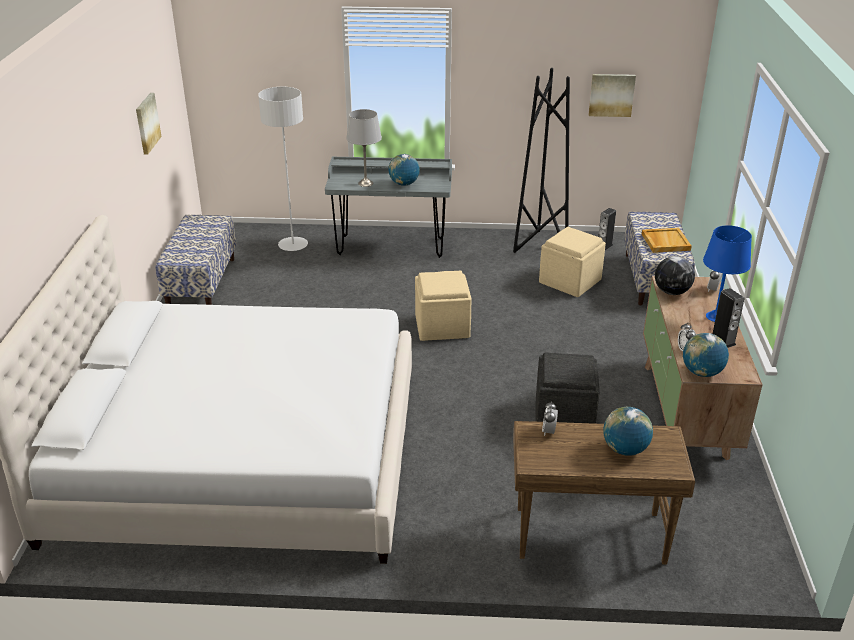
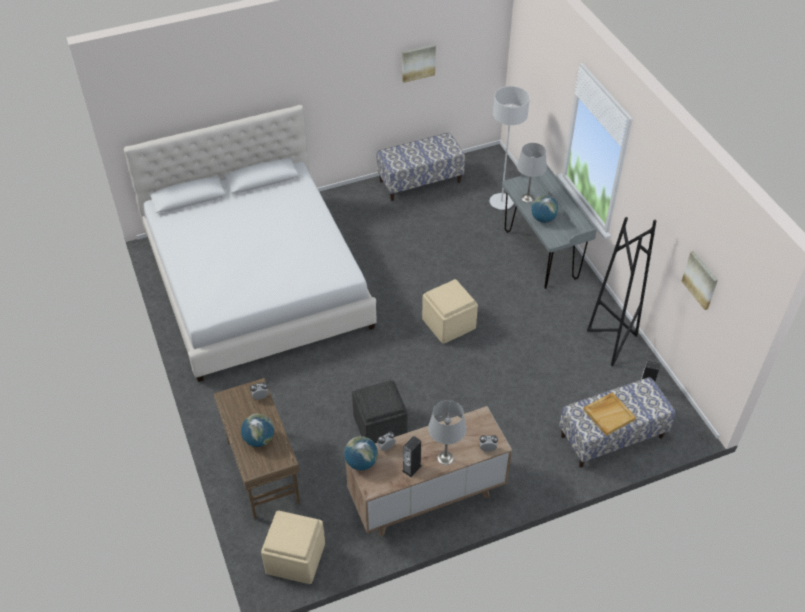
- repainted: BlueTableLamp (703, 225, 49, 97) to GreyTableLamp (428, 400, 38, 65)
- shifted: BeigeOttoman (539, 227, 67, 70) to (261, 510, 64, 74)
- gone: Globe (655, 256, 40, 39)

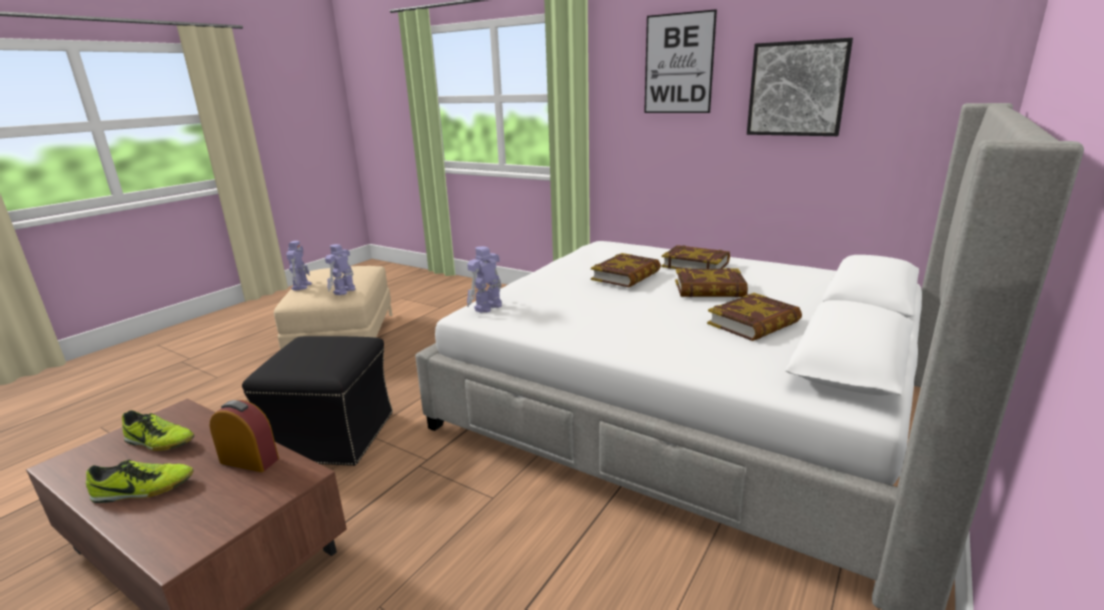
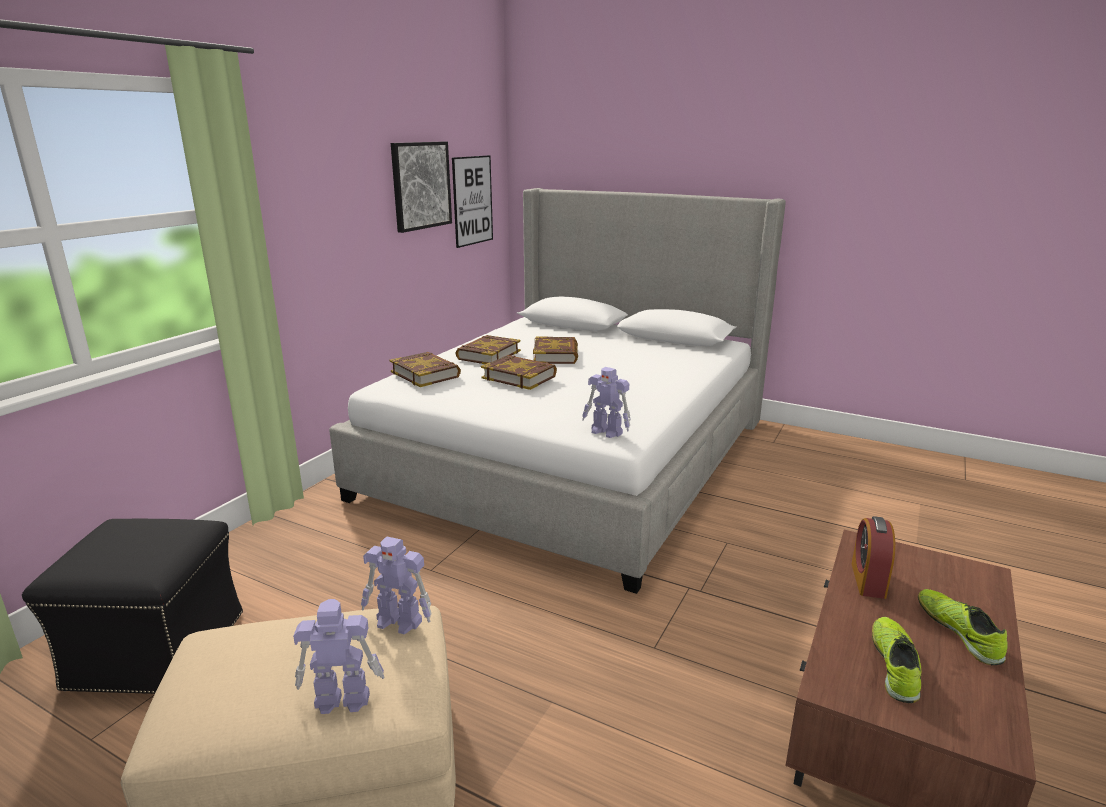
- shifted: Picture (644, 9, 73, 104) to (452, 155, 41, 93)
- shifted: Book (707, 293, 95, 48) to (390, 352, 71, 35)
- shifted: BlackOttoman (242, 336, 151, 130) to (22, 519, 221, 175)

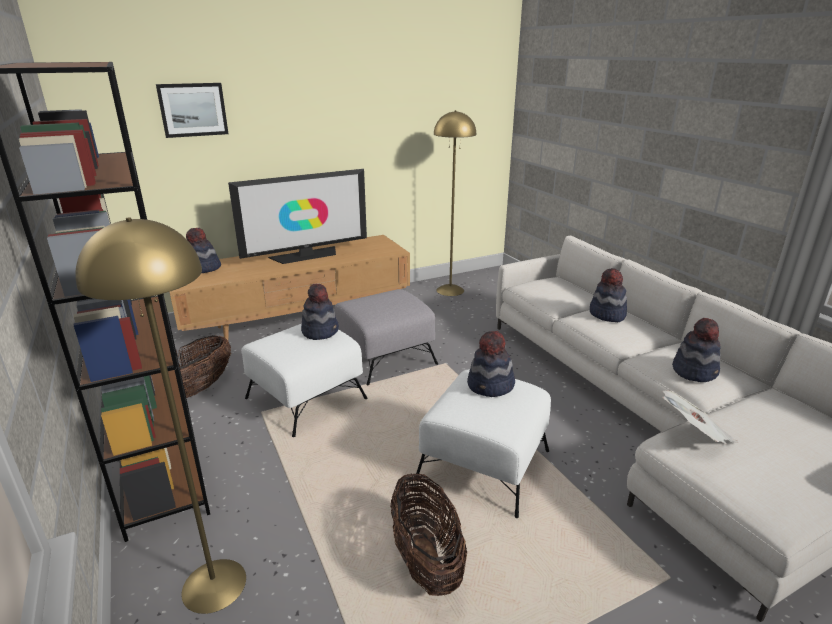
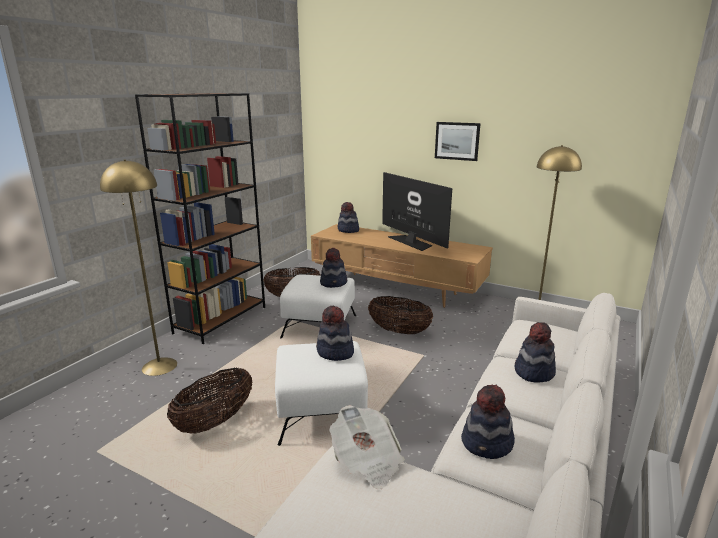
- shifted: Picture (156, 83, 73, 55) to (435, 122, 46, 39)
- rotated: Television (228, 169, 139, 95) = (382, 172, 70, 79) 150 degrees counterclockwise
- swapped: GreyOttoman (334, 289, 104, 96) to Basket (368, 296, 65, 38)

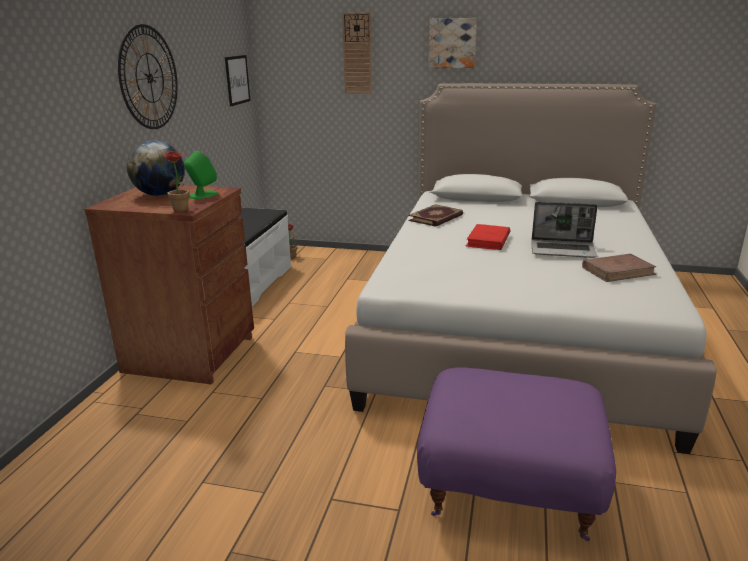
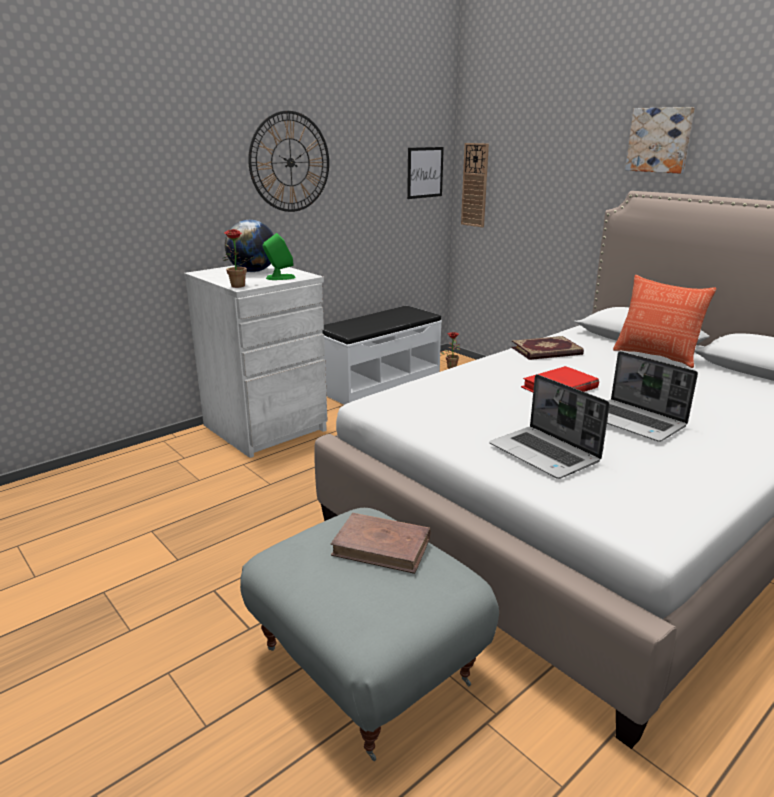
- shifted: WallClock (342, 12, 30, 82) to (461, 143, 28, 84)
- repainted: BrownDresser (84, 185, 170, 199) to WhiteDresser (184, 264, 144, 194)
- shifted: BrownBook (582, 254, 74, 28) to (330, 513, 101, 61)
- repainted: PurpleOttoman (417, 367, 199, 174) to GreyOttoman (240, 508, 259, 253)
- new: OrangePillow (613, 275, 103, 93)
- new: Laptop (489, 374, 121, 105)

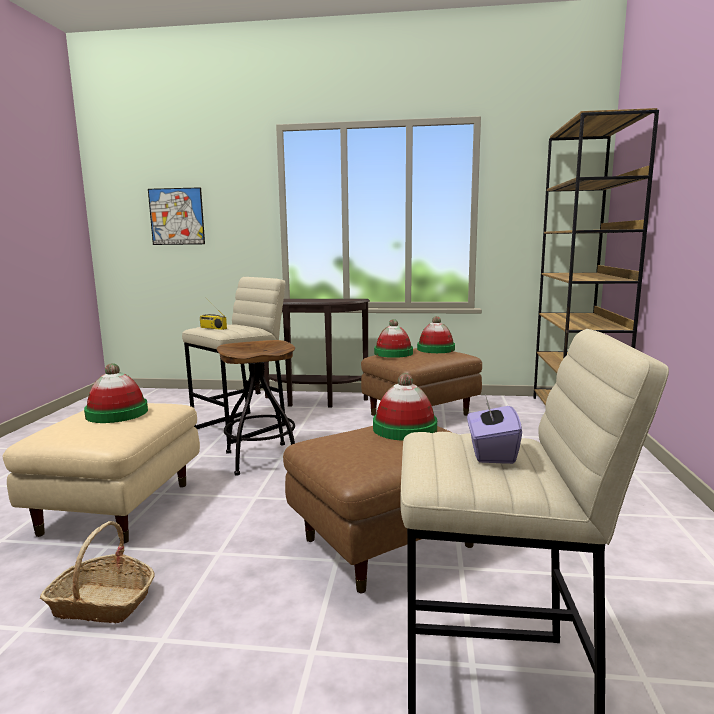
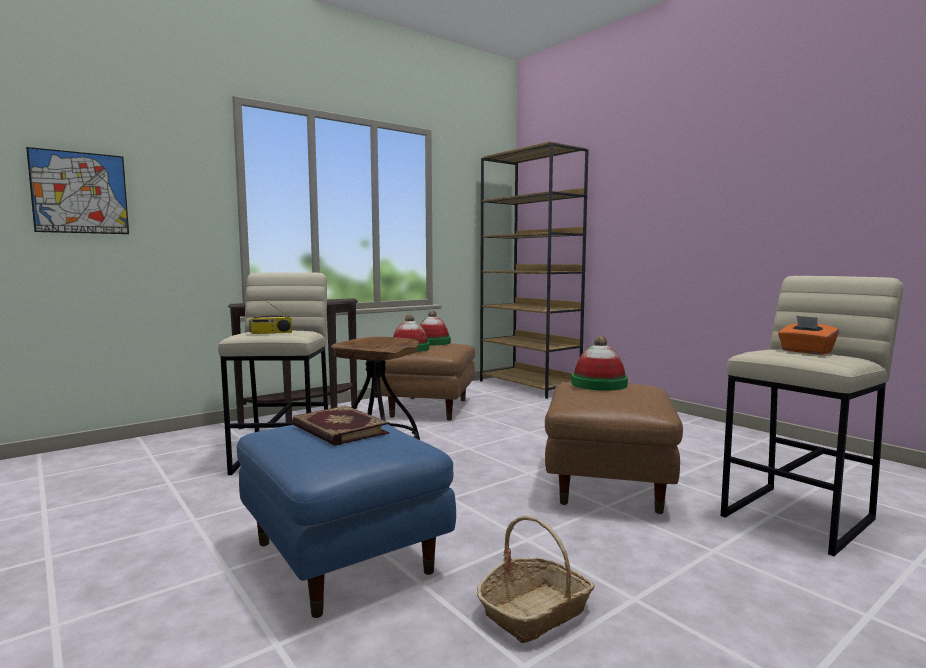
- swapped: Hat (84, 363, 64, 60) to Book (292, 405, 97, 41)
- repainted: PurpleTissueBox (467, 394, 55, 70) to OrangeTissueBox (778, 315, 61, 40)
- repainted: BeigeOttoman (3, 403, 197, 141) to BlueOttoman (237, 424, 219, 194)

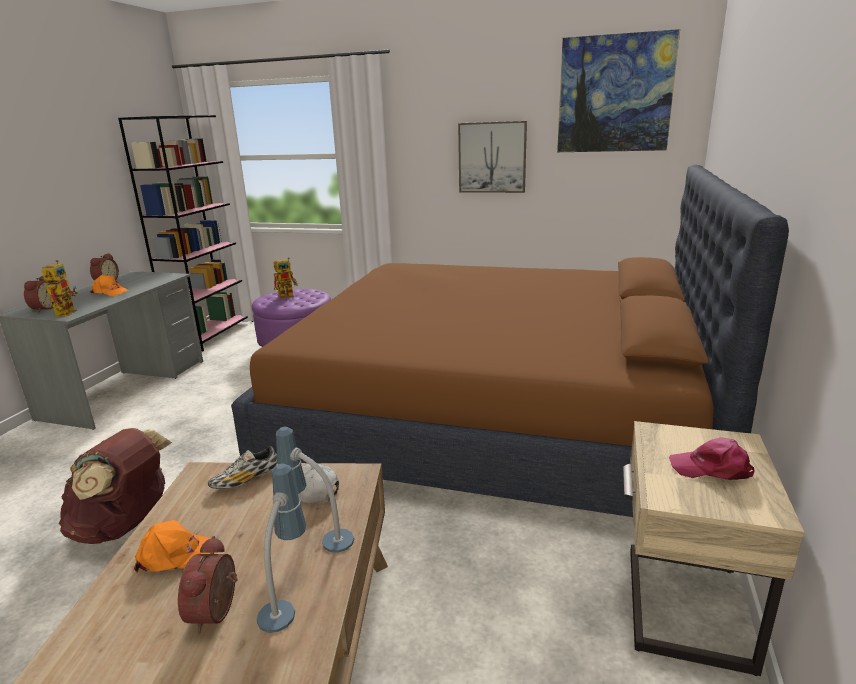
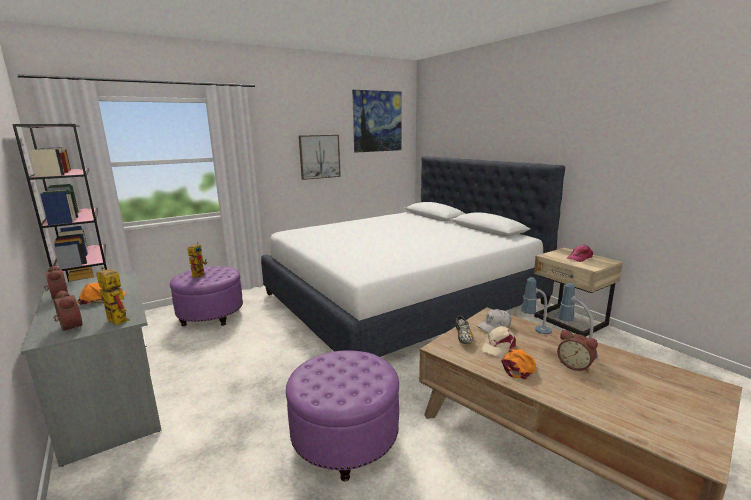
- repainted: BrownBed (231, 165, 558, 352) to WhiteBed (261, 156, 304, 201)
- swapped: BrownBackpack (59, 428, 113, 116) to PurpleOttoman (286, 351, 113, 130)
- new: BeigeCap (481, 326, 35, 31)

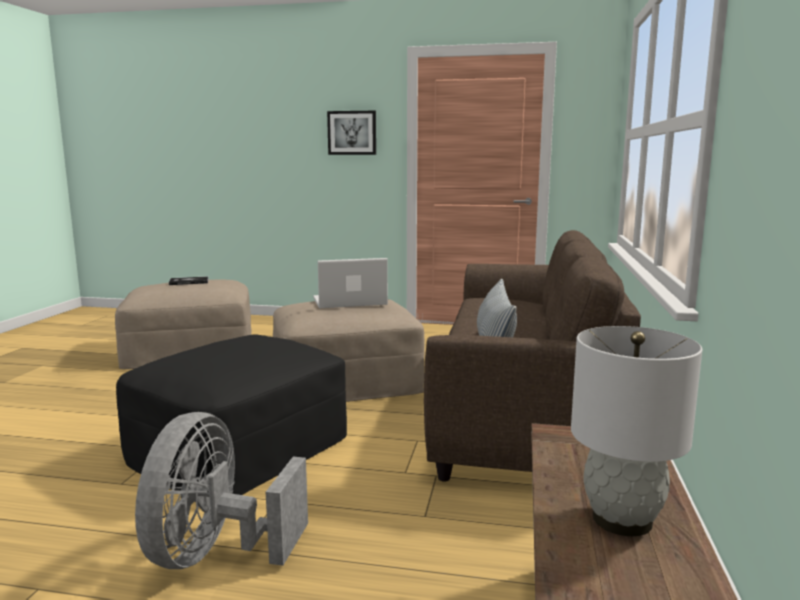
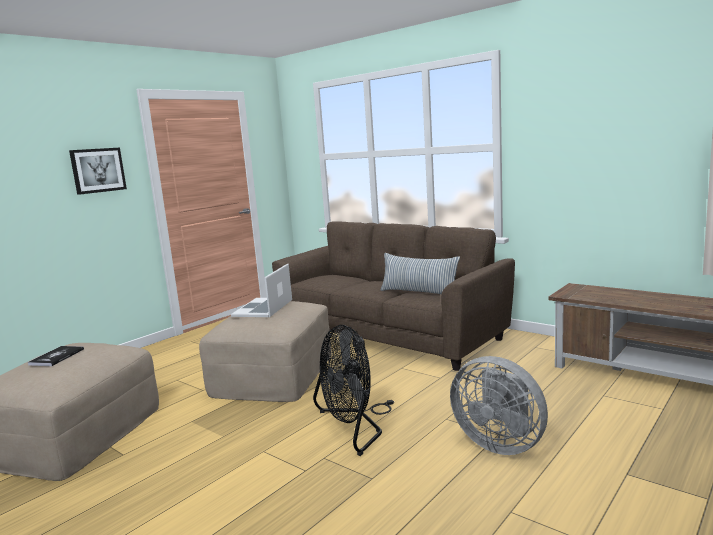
- gone: WhiteTableLamp (571, 326, 131, 210)
- swapped: BlackOttoman (116, 335, 231, 160) to BlackFan (313, 325, 82, 131)

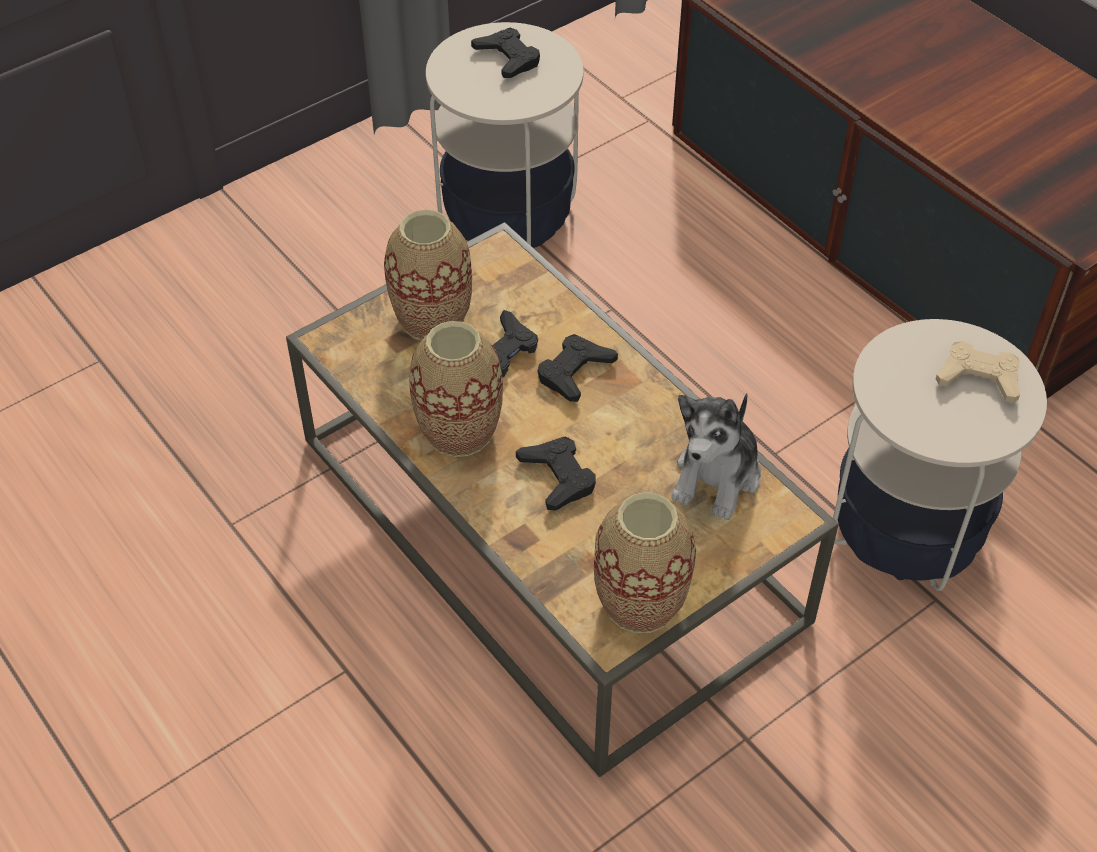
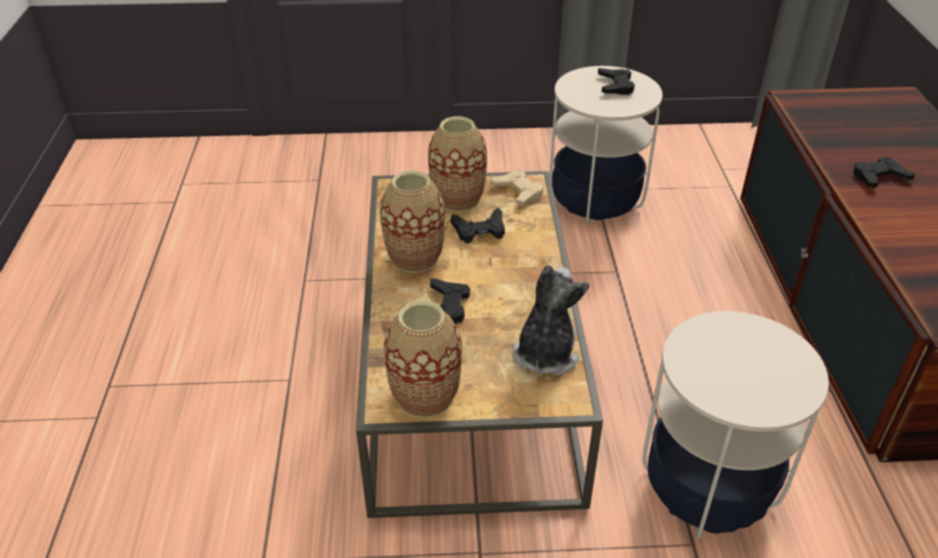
- shifted: BlackGameController (538, 334, 80, 68) to (853, 157, 62, 31)
- shifted: BeigeGameController (936, 341, 84, 62) to (490, 170, 54, 35)
- rotated: PlushToy (671, 393, 90, 127) = (513, 265, 76, 110) 135 degrees clockwise

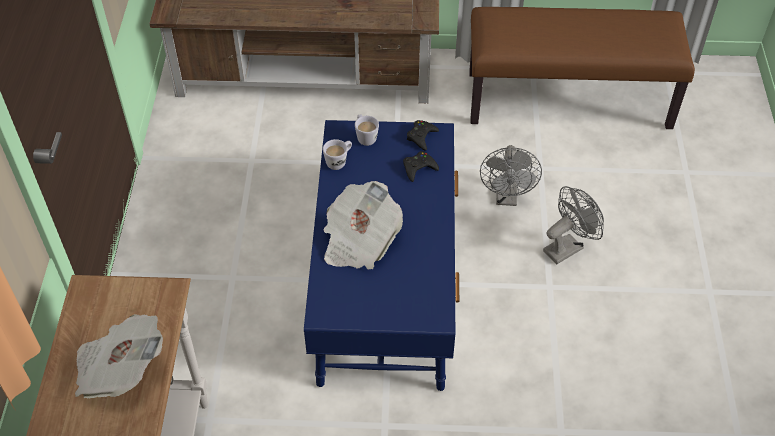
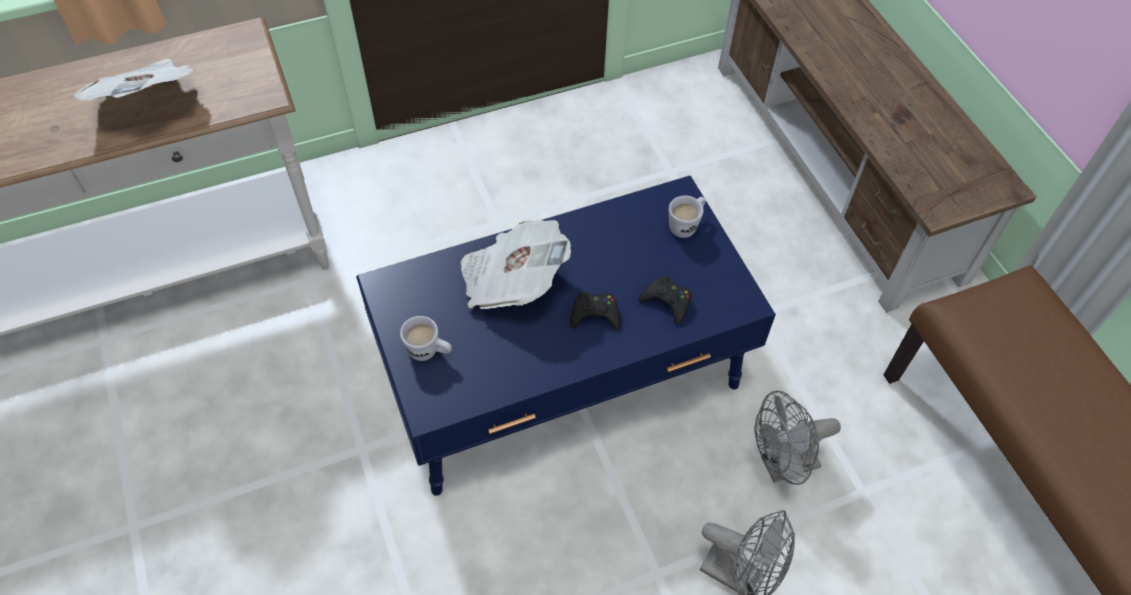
- shifted: BlackGameController (407, 120, 32, 31) to (570, 292, 51, 38)
- shifted: WhiteMug (323, 139, 29, 31) to (400, 316, 52, 45)

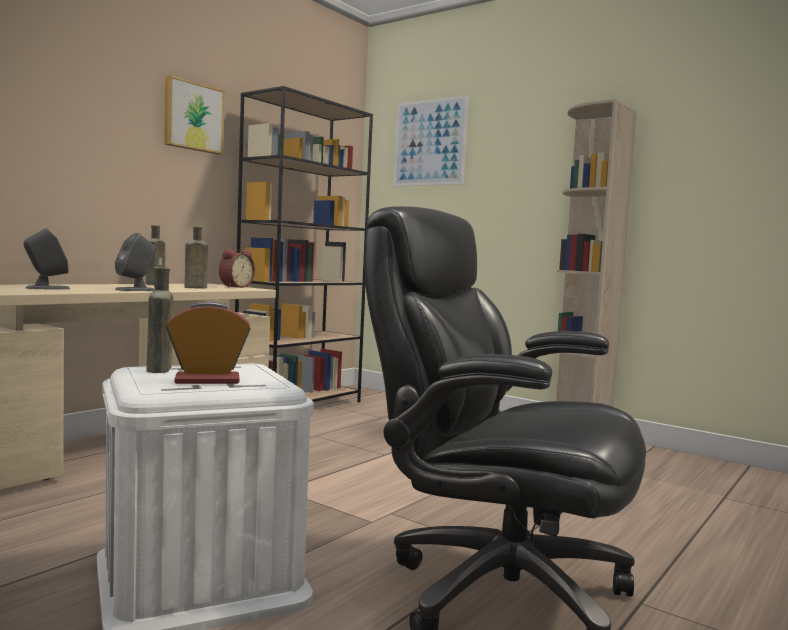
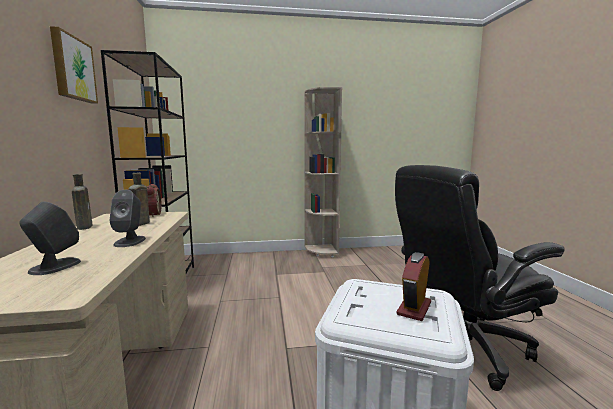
- gone: Picture (394, 95, 75, 91)
- gone: BrownBottle (146, 267, 27, 106)

